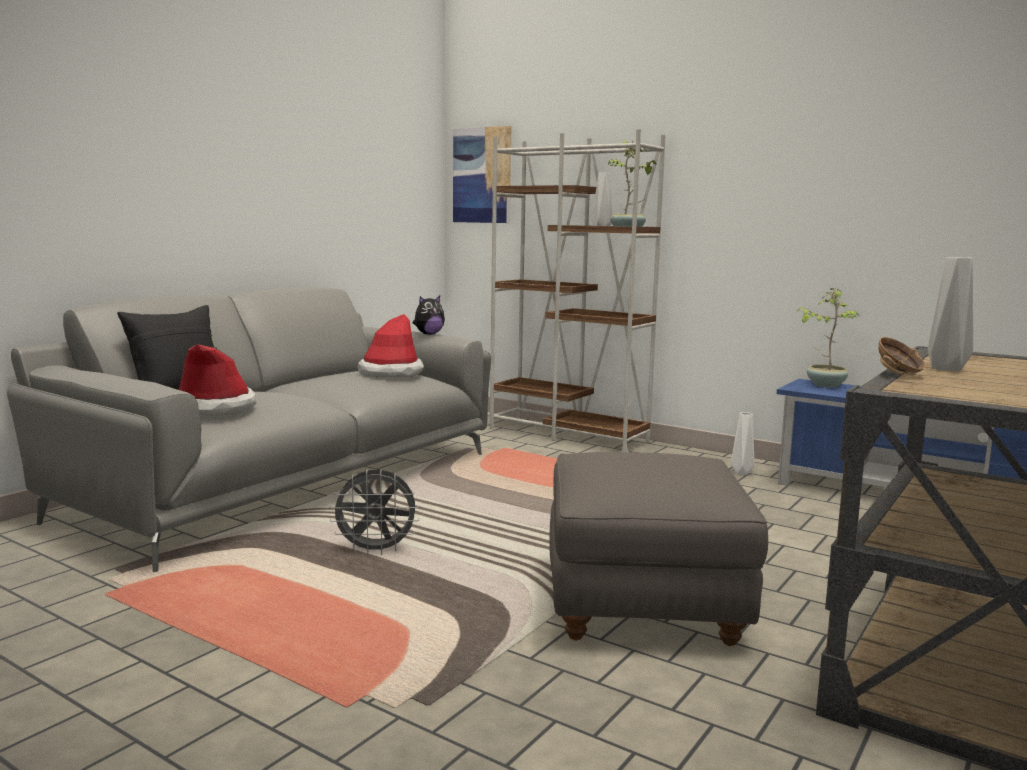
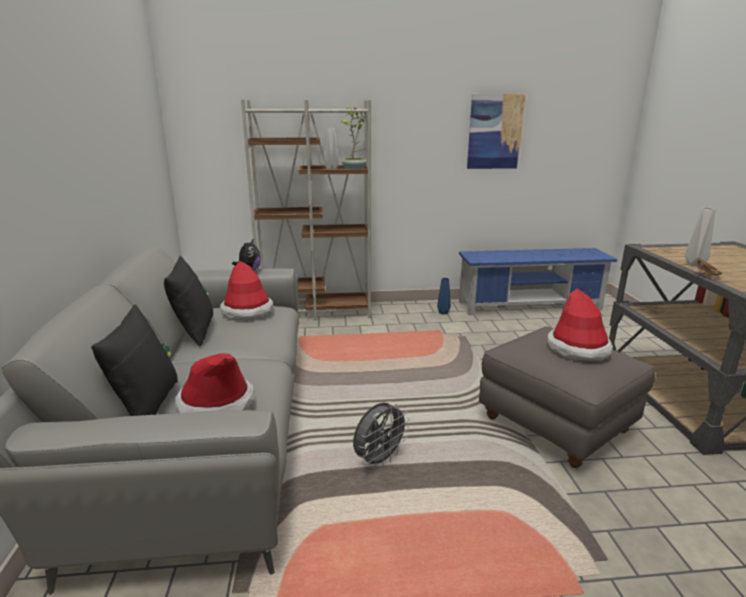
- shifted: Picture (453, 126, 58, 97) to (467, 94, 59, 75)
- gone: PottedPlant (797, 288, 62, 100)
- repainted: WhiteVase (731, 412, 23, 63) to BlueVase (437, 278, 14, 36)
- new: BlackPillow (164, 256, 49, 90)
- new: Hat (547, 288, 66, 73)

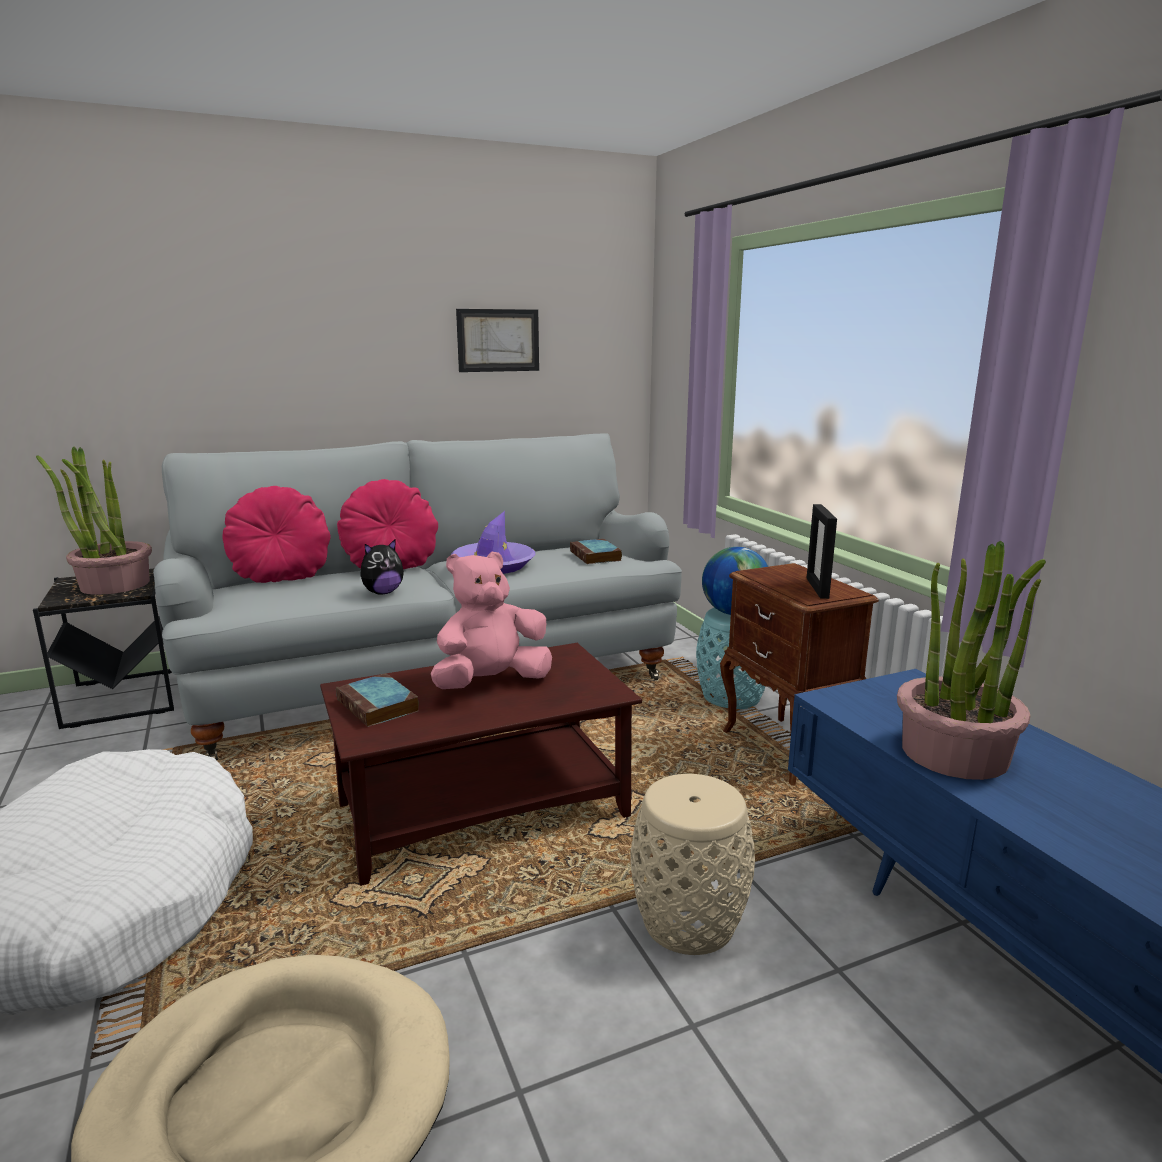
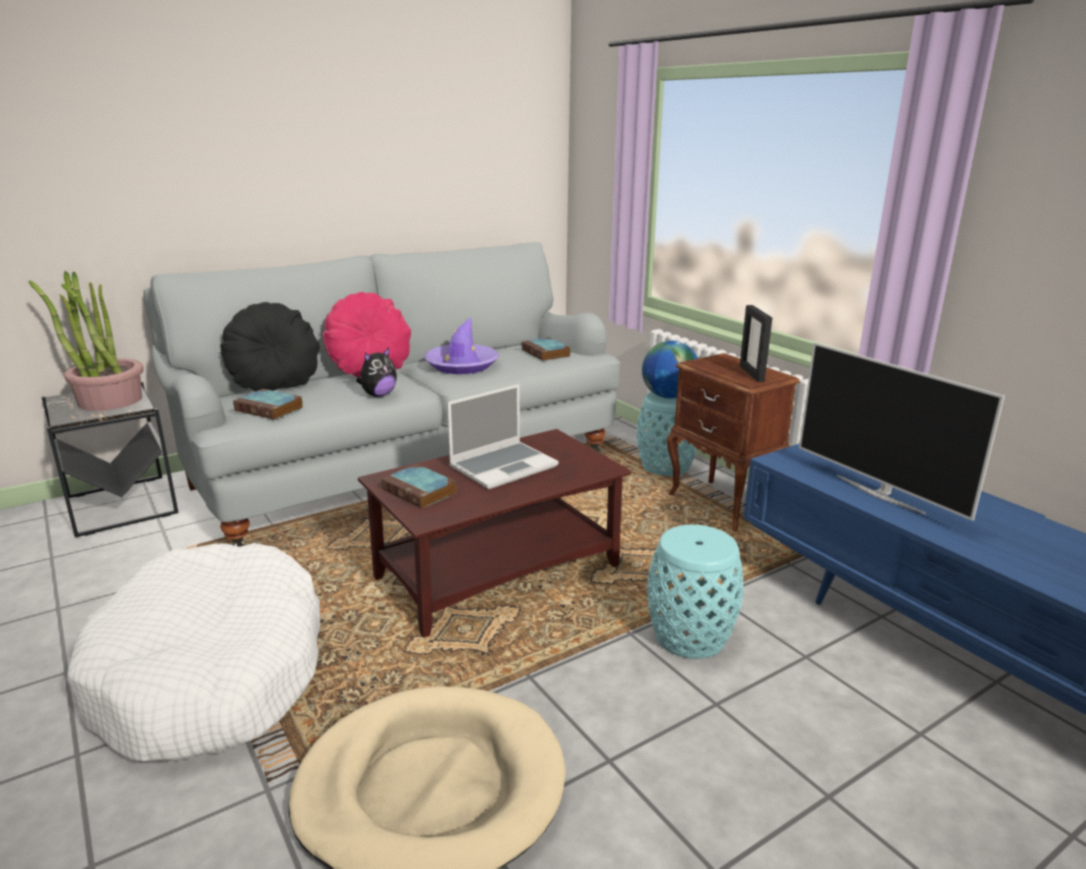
- gone: Picture (456, 309, 83, 63)
- repainted: PinkPillow (222, 486, 108, 97) to BlackPillow (220, 302, 100, 89)
- swapped: PottedPlant (897, 541, 149, 239) to Television (799, 342, 206, 179)
- swapped: PinkPlushToy (431, 551, 121, 138) to Laptop (447, 384, 111, 105)
- repainted: BeigeStool (630, 774, 125, 181) to TurquoiseStool (647, 525, 96, 134)
- new: Book (233, 389, 70, 31)

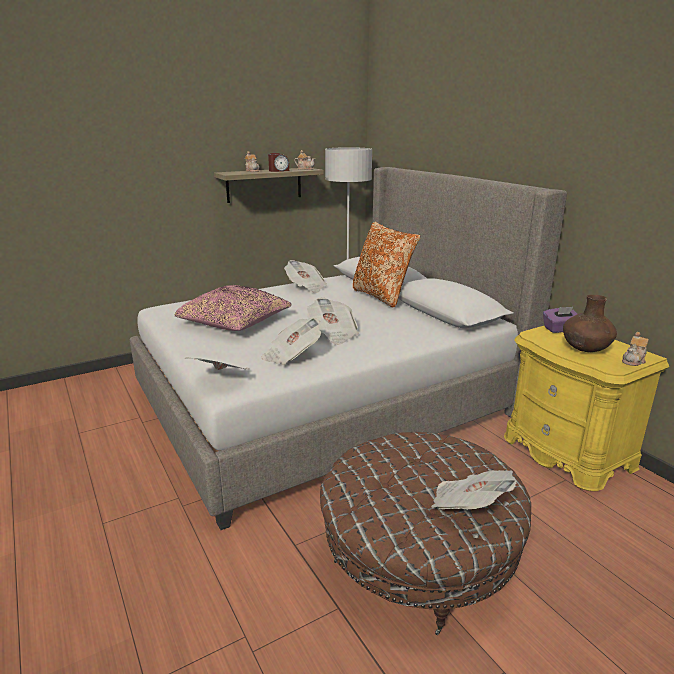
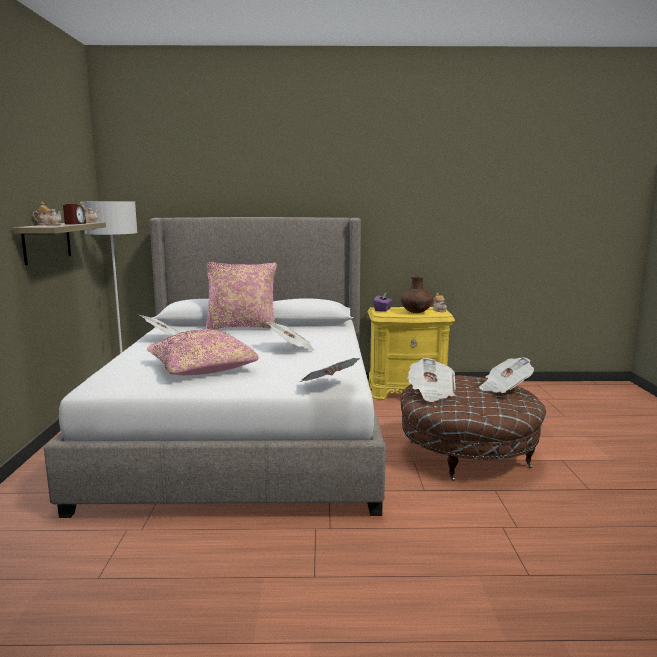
- repainted: OrangePillow (353, 222, 67, 86) to PinkPillow (206, 262, 71, 67)
- shifted: Newspaper (261, 318, 60, 47) to (407, 358, 49, 44)

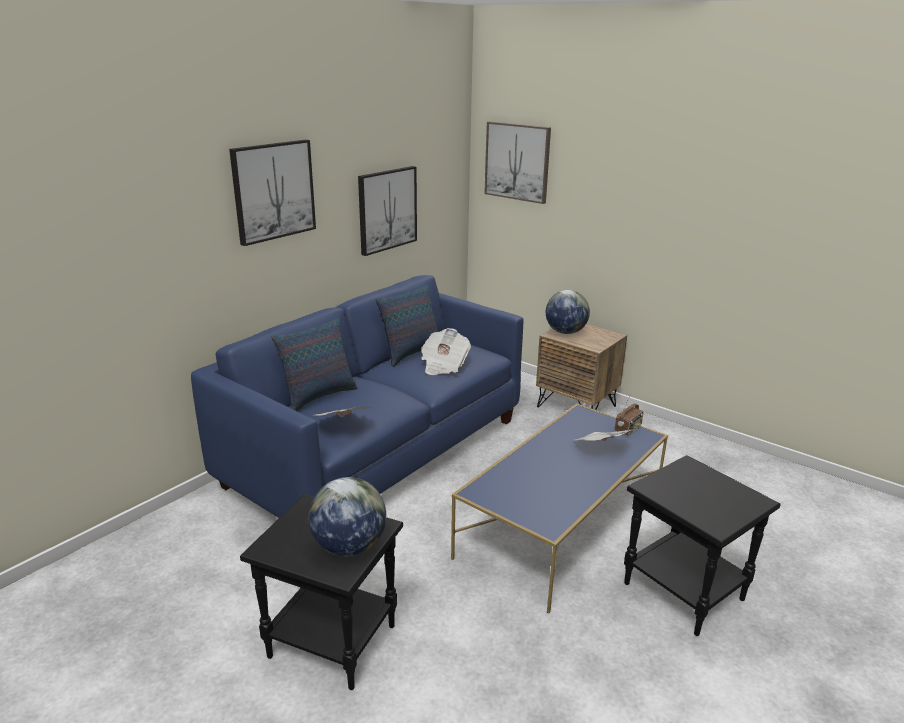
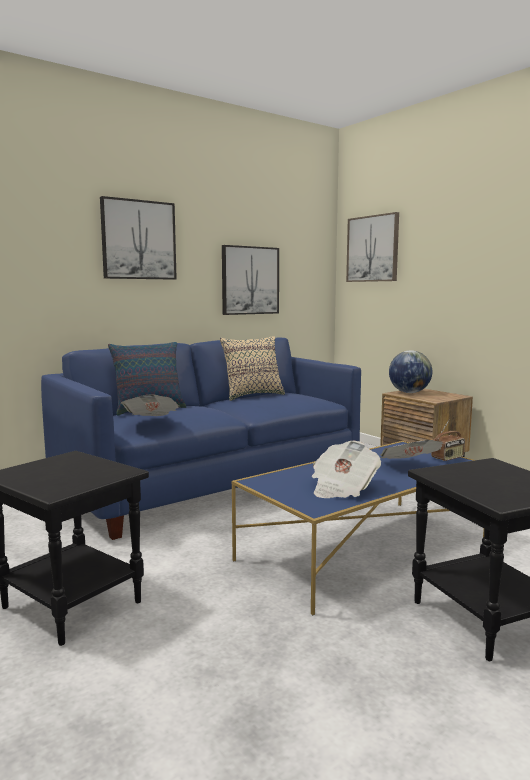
- repainted: BluePillow (376, 285, 62, 82) to BeigePillow (220, 336, 65, 65)
- shifted: Newspaper (421, 328, 50, 47) to (311, 441, 70, 57)
- gone: Globe (309, 477, 77, 80)

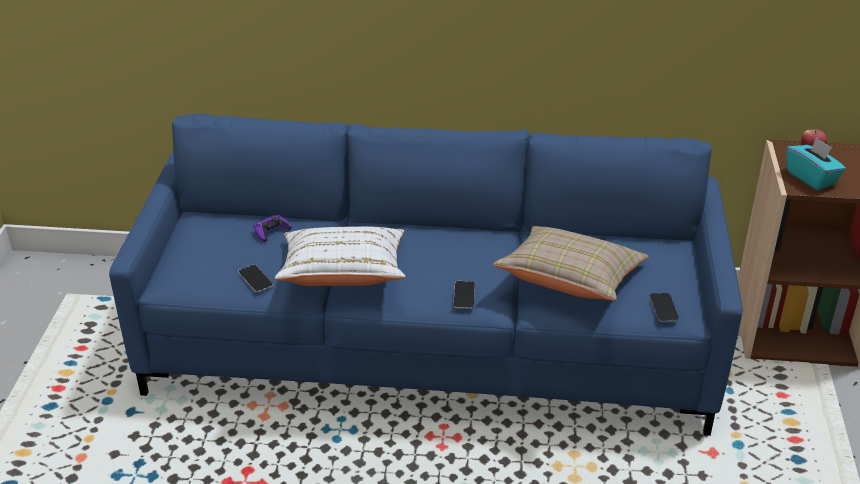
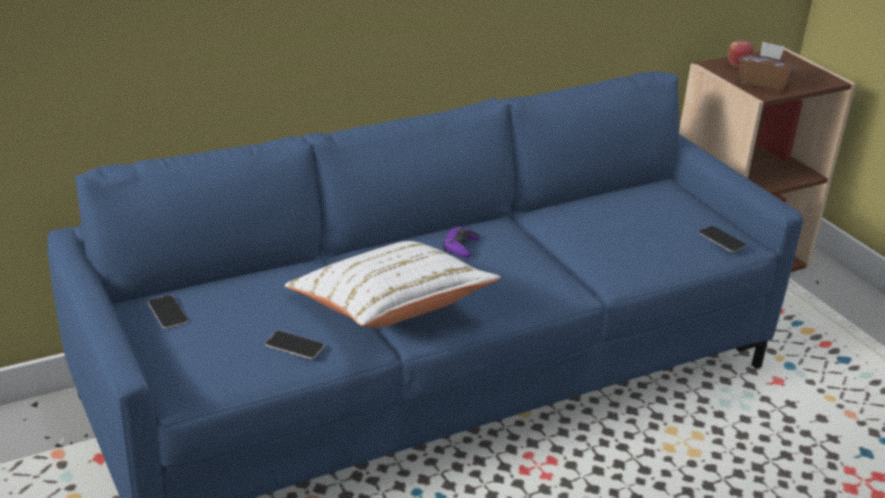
- repainted: TurquoiseTissueBox (786, 137, 60, 53) to BrownTissueBox (739, 41, 58, 51)
- shifted: PurpleGameController (253, 215, 39, 27) to (443, 226, 37, 32)
- gone: BeigePillow (493, 226, 156, 75)
- shifted: Phone (453, 281, 22, 28) to (148, 295, 40, 34)

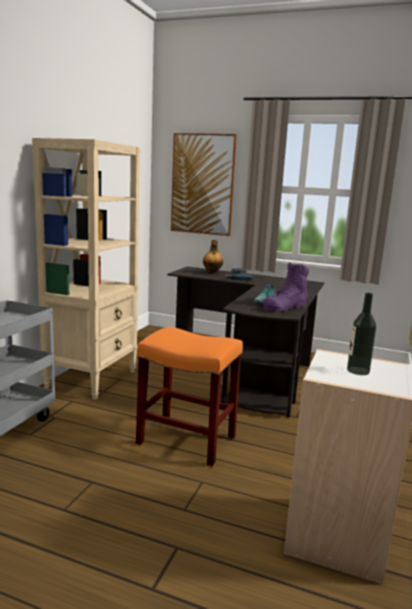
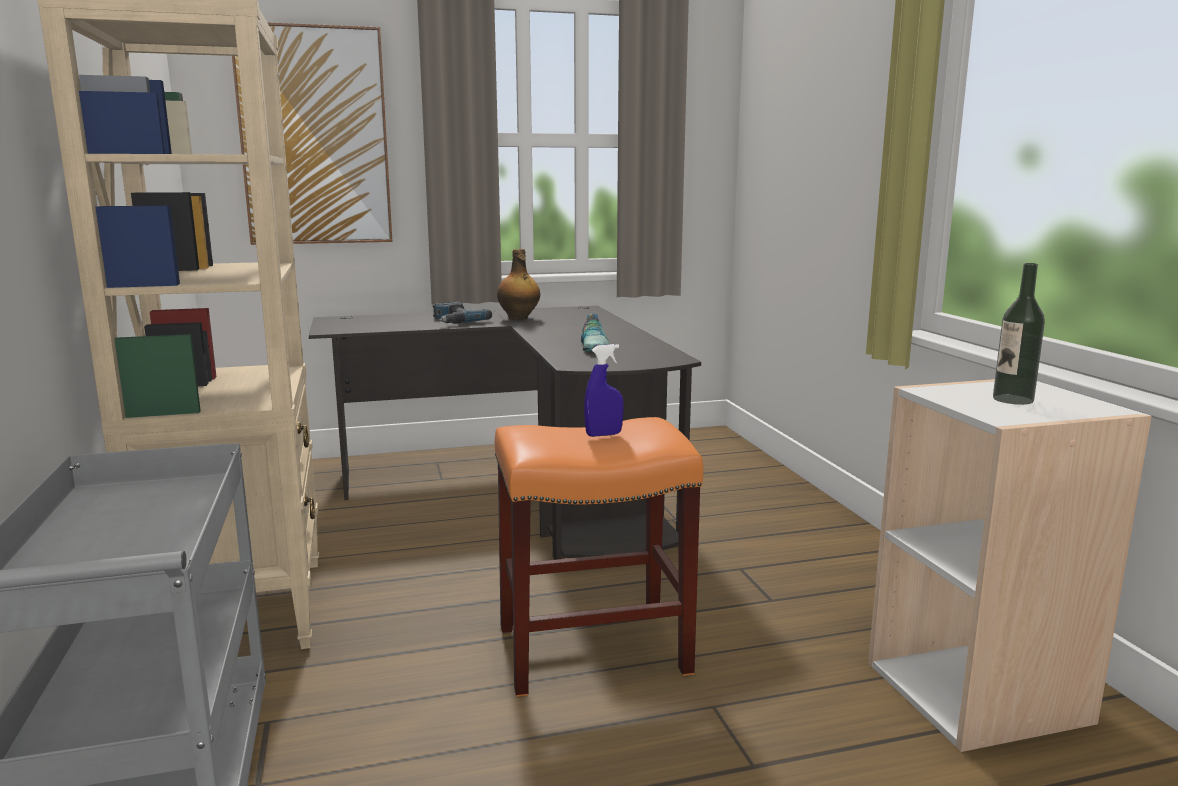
- shifted: Bottle (203, 240, 20, 34) to (497, 249, 43, 71)
- gone: PurpleBoot (263, 262, 46, 50)
- new: BlueSprayBottle (584, 344, 40, 93)

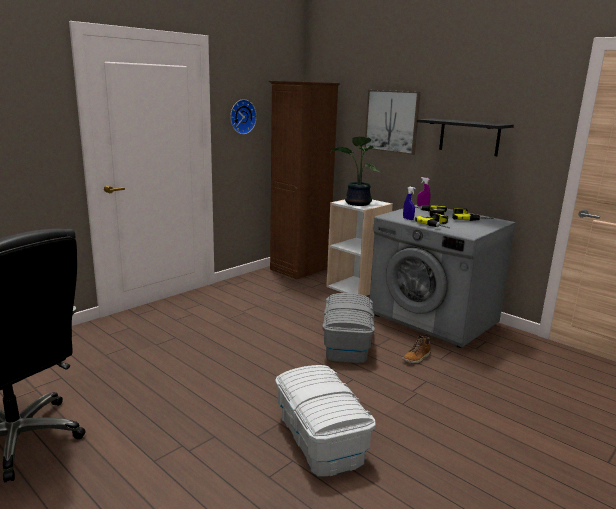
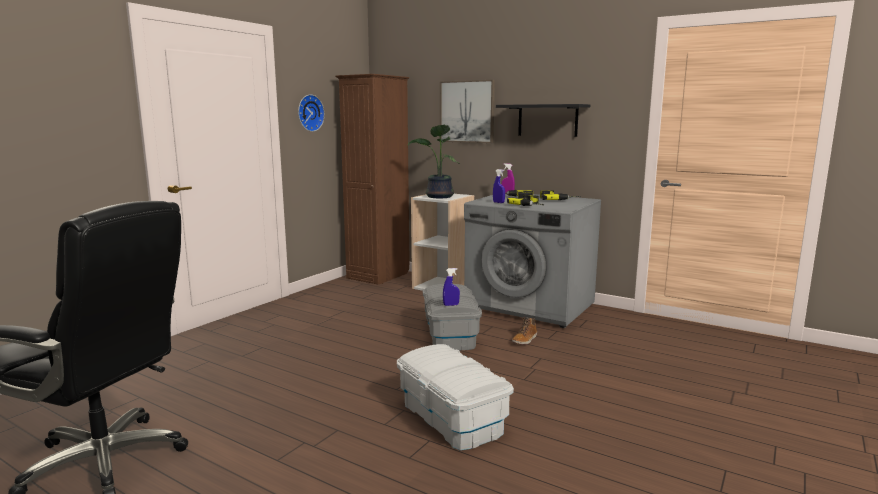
- new: BlueSprayBottle (443, 268, 17, 38)

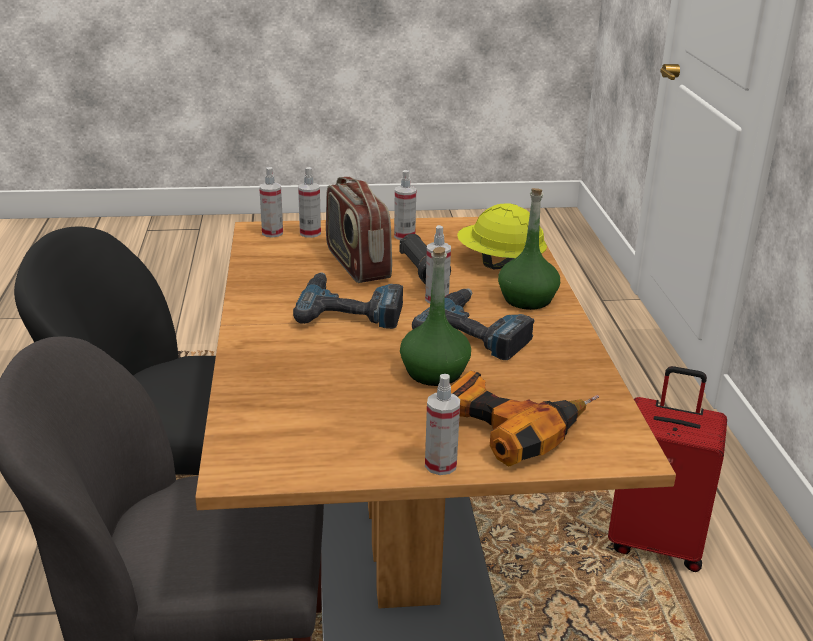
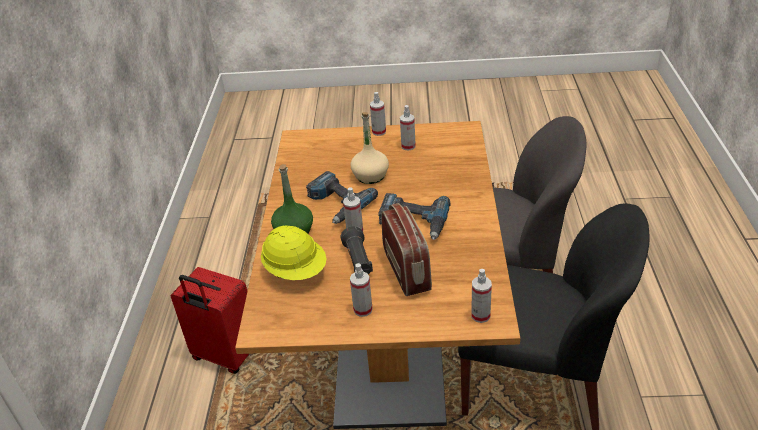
- shifted: SprayBottle (298, 167, 23, 71) to (400, 105, 16, 45)
- repainted: GreenBottle (400, 247, 71, 139) to BeigeBottle (351, 112, 38, 72)
- gone: PowerDrill (451, 371, 148, 96)

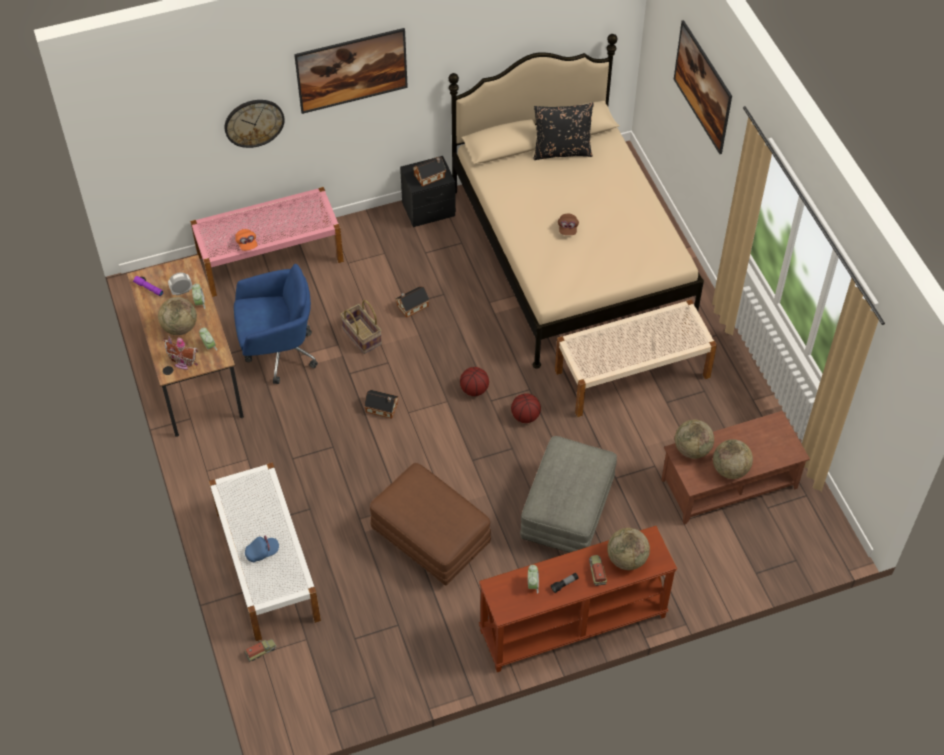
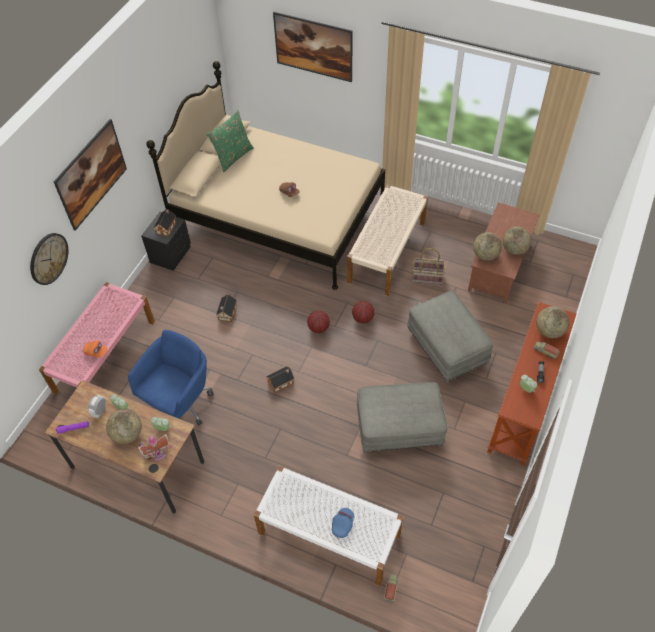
- repainted: BlackPillow (533, 103, 61, 57) to GreenPillow (207, 110, 46, 62)
- shifted: Basket (340, 300, 42, 54) to (412, 248, 33, 37)
- repainted: BrownOttoman (370, 463, 121, 123) to GreyOttoman (357, 382, 91, 71)

